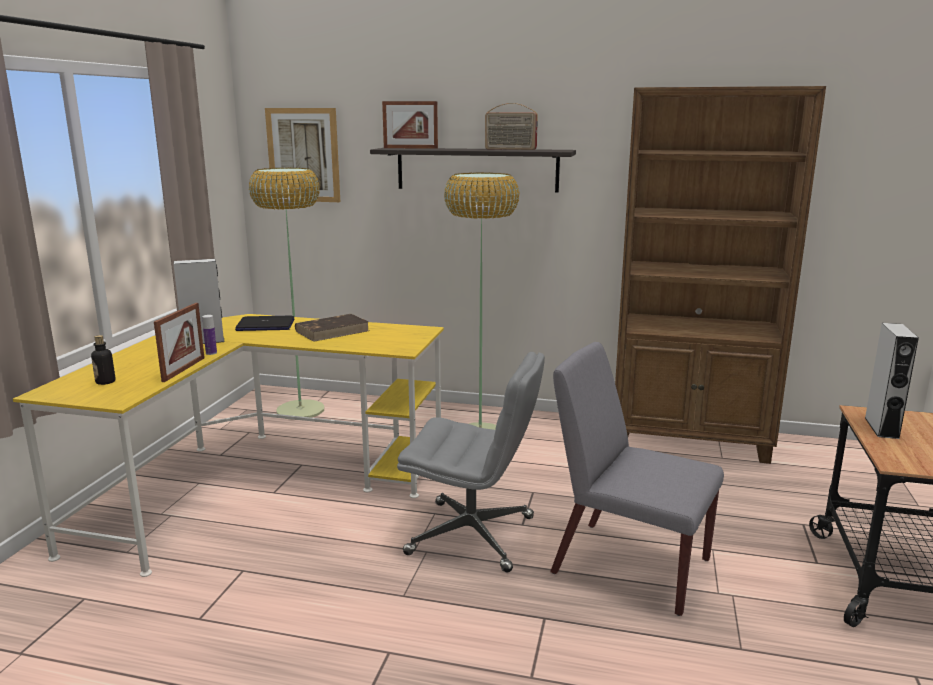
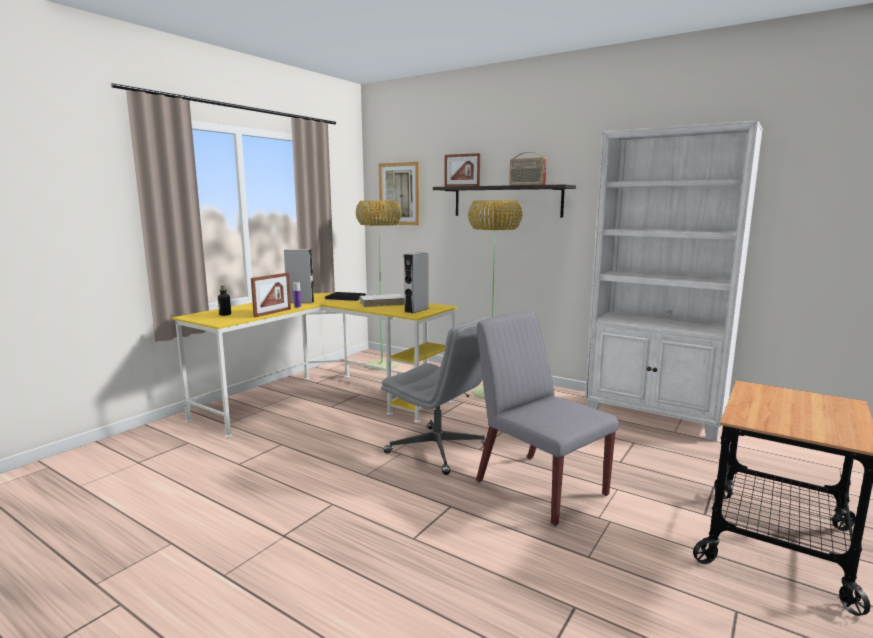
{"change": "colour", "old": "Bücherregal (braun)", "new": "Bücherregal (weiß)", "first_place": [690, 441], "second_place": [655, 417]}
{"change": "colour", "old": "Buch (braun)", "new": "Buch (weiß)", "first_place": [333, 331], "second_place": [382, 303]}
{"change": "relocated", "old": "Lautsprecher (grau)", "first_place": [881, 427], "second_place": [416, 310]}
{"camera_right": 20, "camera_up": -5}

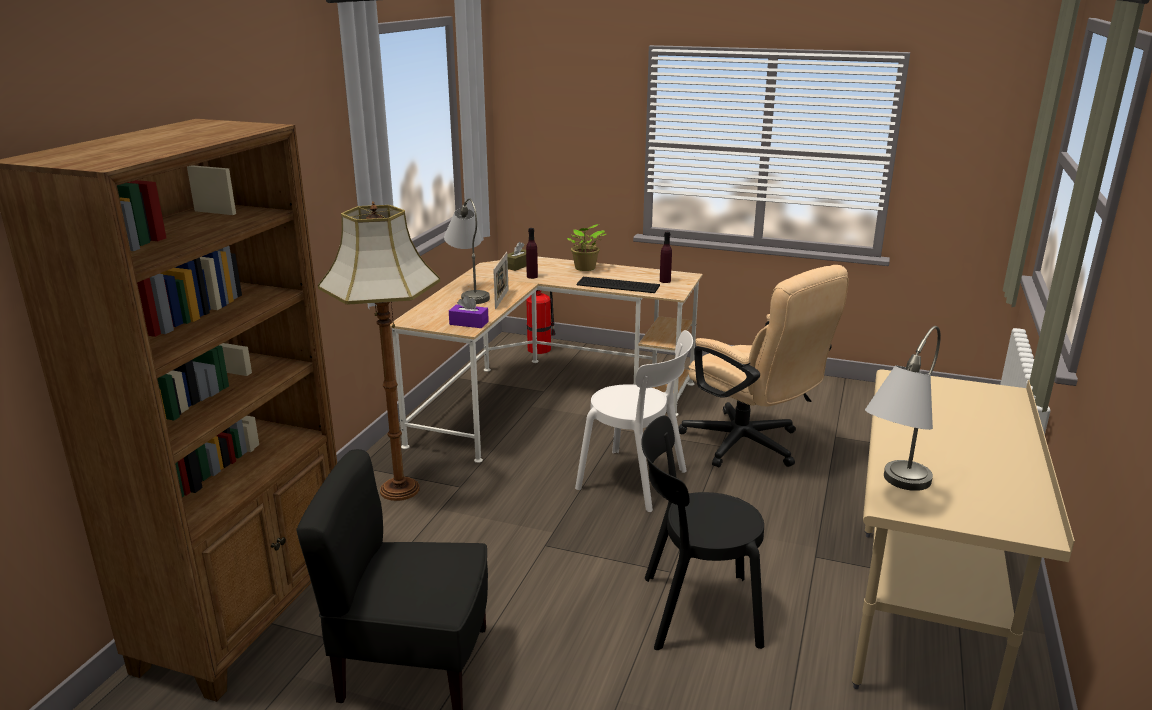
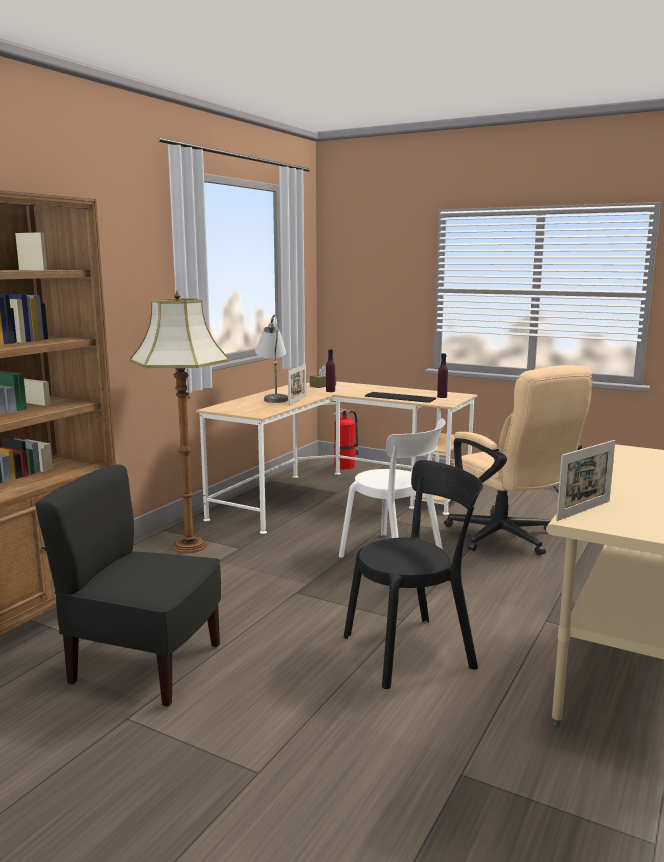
{"change": "missing", "old": "Topfpflanze", "first_place": [585, 268]}
{"change": "missing", "old": "Taschentuchbox (lila)", "first_place": [469, 323]}
{"change": "exchanged", "old": "Tischlampe (grau)", "new": "Bilderrahmen", "first_place": [893, 490], "second_place": [583, 510]}
{"change": "spun", "old": "Stuhl (schwarz)", "first_place": [693, 610], "second_place": [414, 650], "degrees": 150}
{"camera_right": 10, "camera_up": -10}

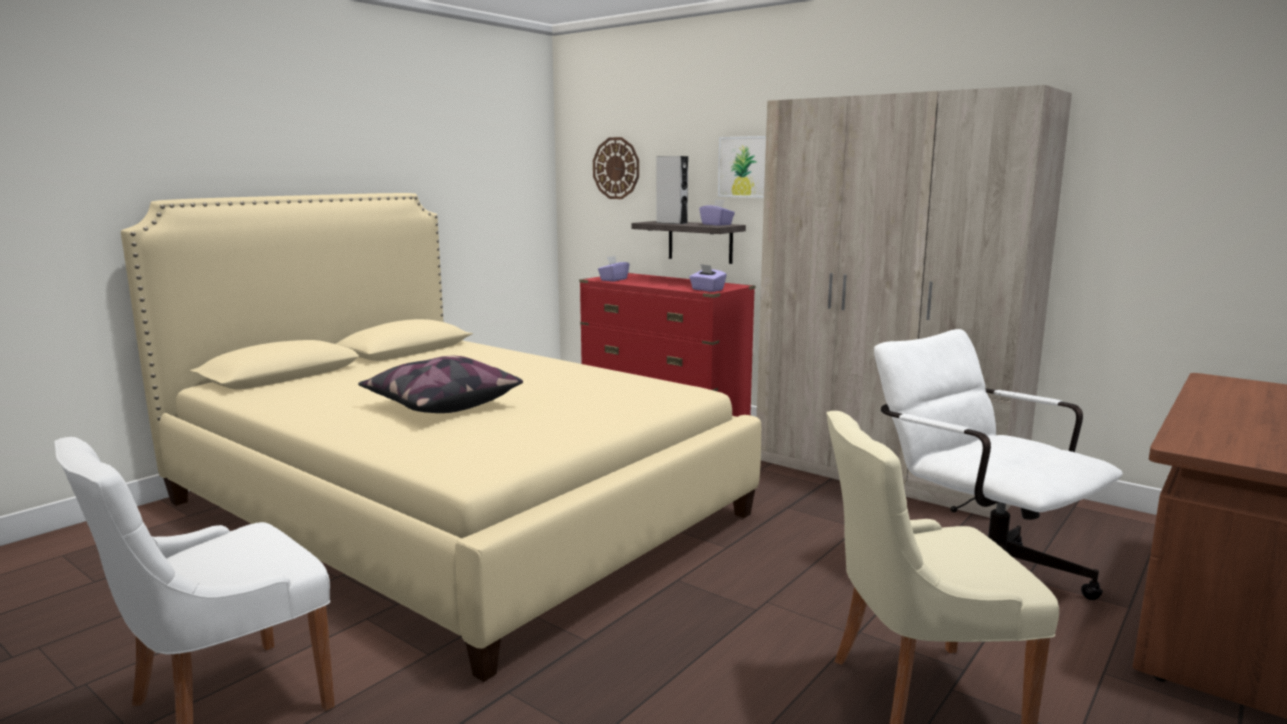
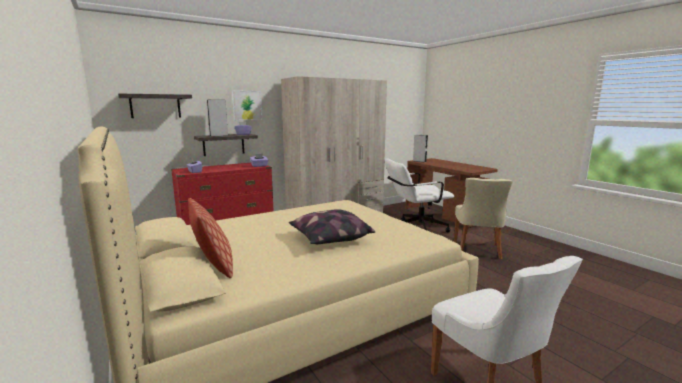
{"change": "exchanged", "old": "Wanduhr", "new": "Wandregal", "first_place": [616, 168], "second_place": [155, 106]}
{"change": "appeared", "new": "Lautsprecher (grau)", "second_place": [419, 161]}
{"change": "appeared", "new": "Kissen", "second_place": [213, 267]}
{"camera_right": -70, "camera_up": 0}

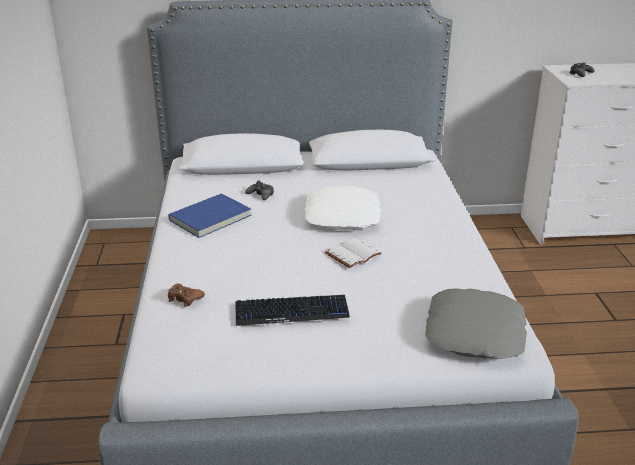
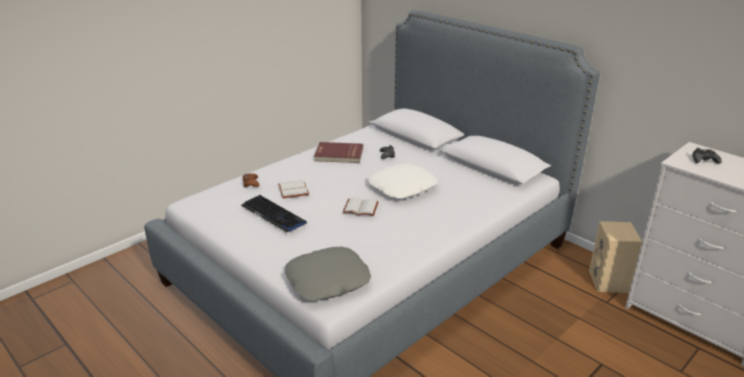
{"change": "colour", "old": "Buch (blau)", "new": "Buch (rot)", "first_place": [211, 218], "second_place": [339, 155]}
{"change": "appeared", "new": "Buch (weiß)", "second_place": [294, 190]}
{"change": "appeared", "new": "Lautsprecher (beige)", "second_place": [609, 282]}
{"camera_right": 50, "camera_up": 0}

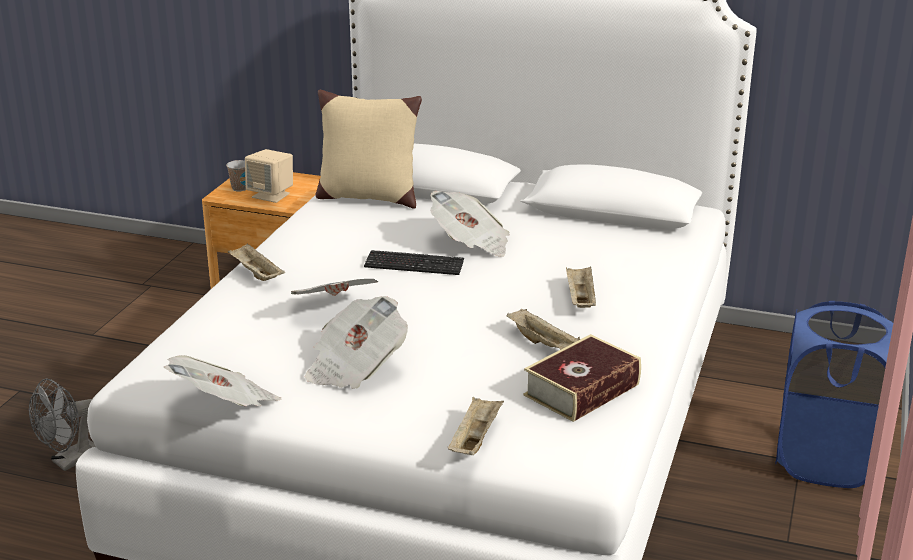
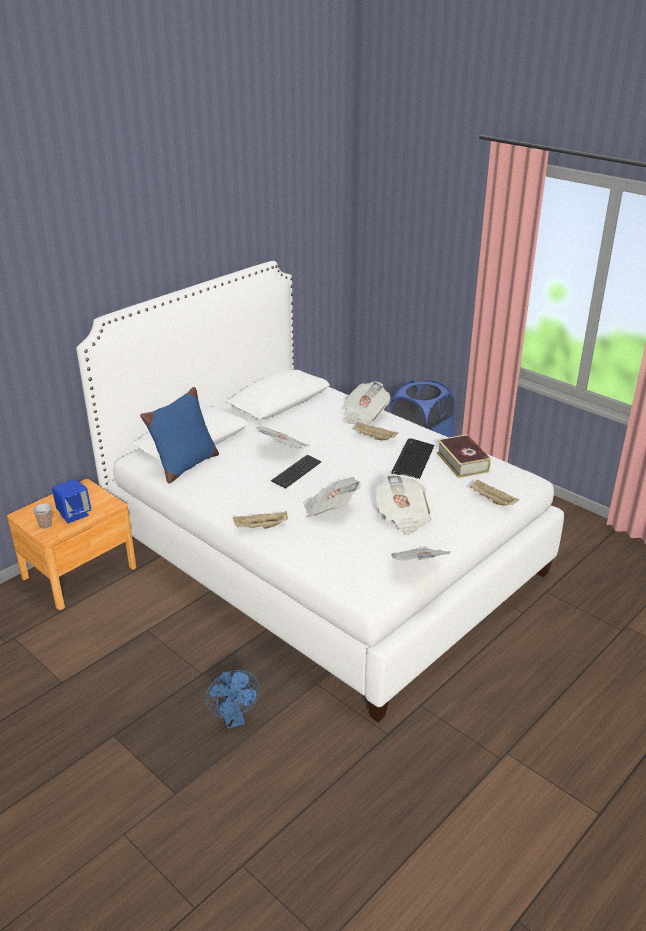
{"change": "colour", "old": "Kissen (beige)", "new": "Kissen (blau)", "first_place": [367, 197], "second_place": [185, 466]}
{"change": "colour", "old": "Lautsprecher (beige)", "new": "Lautsprecher (blau)", "first_place": [271, 195], "second_place": [74, 514]}
{"change": "exchanged", "old": "Tablett (beige)", "new": "Tastatur", "first_place": [543, 343], "second_place": [412, 459]}
{"change": "colour", "old": "Ventilator (grau)", "new": "Ventilator (blau)", "first_place": [70, 461], "second_place": [234, 719]}
{"change": "appeared", "new": "Zeitung", "second_place": [364, 415]}
{"camera_right": -65, "camera_up": 5}

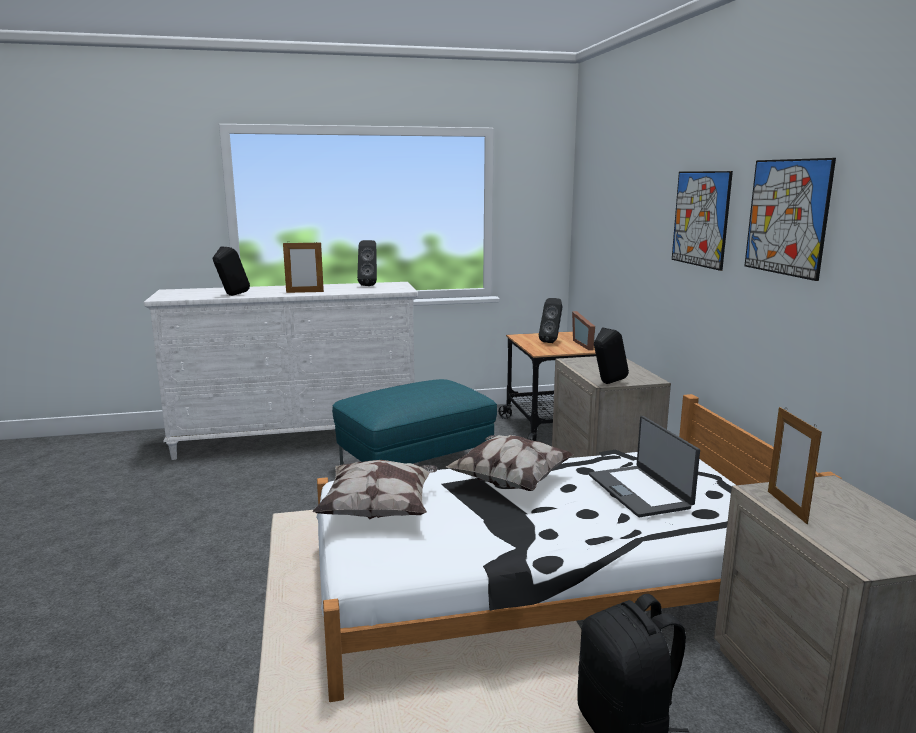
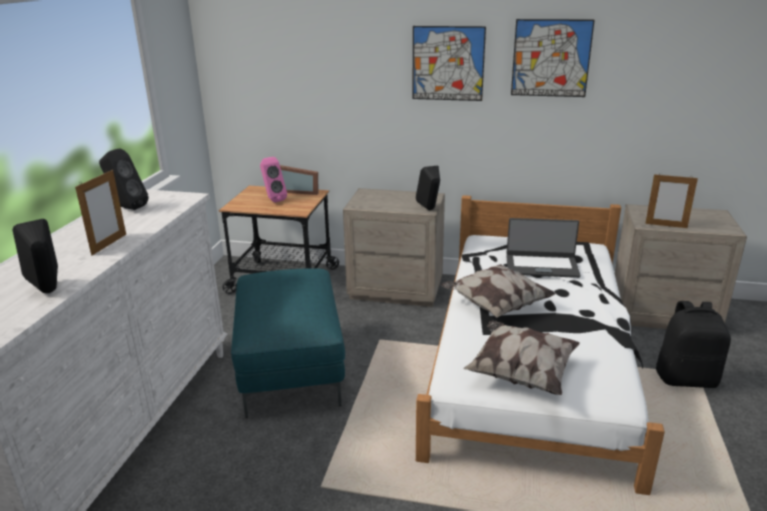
{"change": "colour", "old": "Lautsprecher (schwarz)", "new": "Lautsprecher (rosa)", "first_place": [552, 342], "second_place": [273, 200]}
{"camera_right": -65, "camera_up": 10}

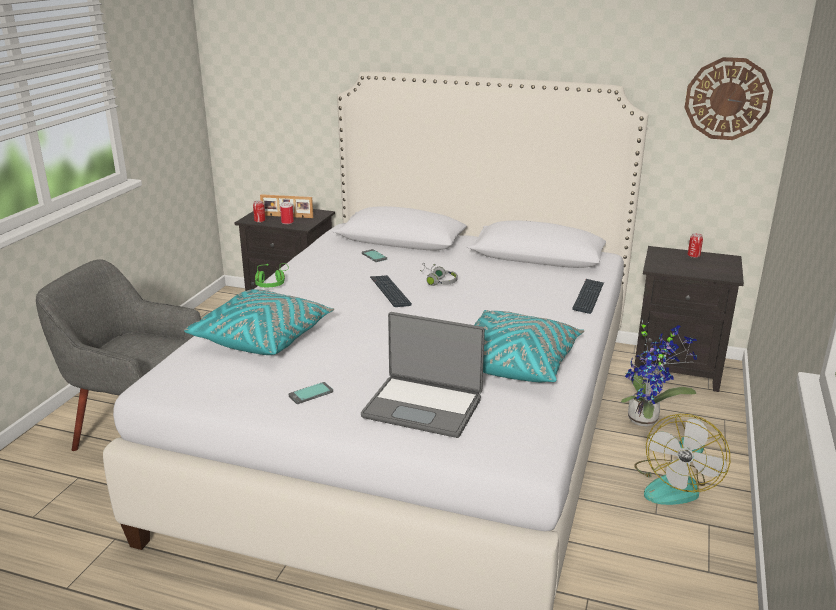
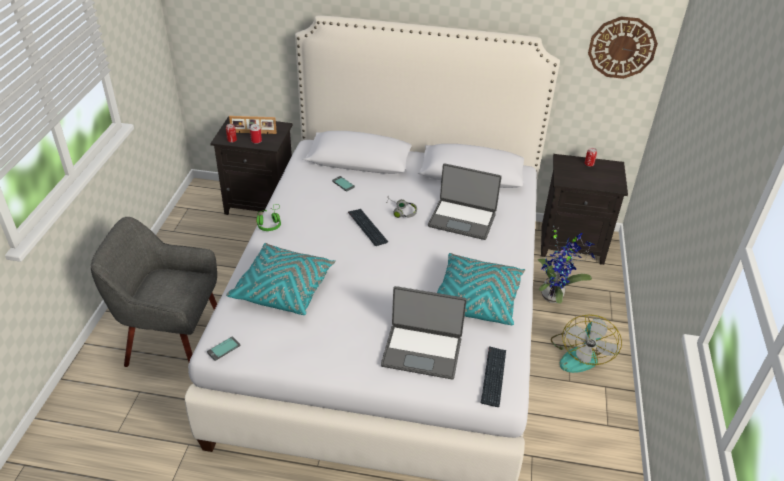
{"change": "relocated", "old": "Tastatur", "first_place": [588, 297], "second_place": [493, 376]}
{"change": "relocated", "old": "Handy", "first_place": [311, 394], "second_place": [224, 349]}
{"change": "appeared", "new": "Laptop", "second_place": [462, 219]}
{"camera_right": -10, "camera_up": 15}

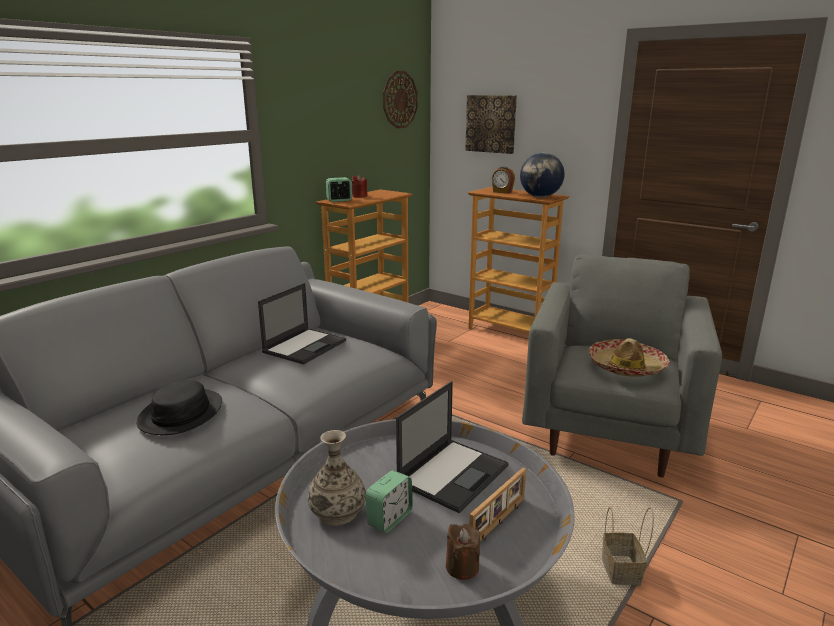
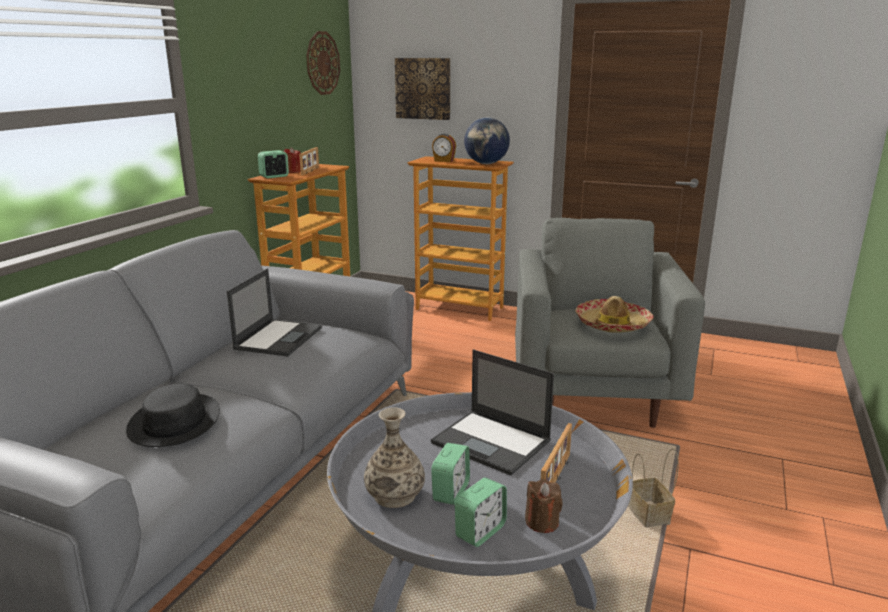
{"change": "spun", "old": "Laptop", "first_place": [453, 473], "second_place": [492, 442], "degrees": 105}
{"change": "appeared", "new": "Bilderrahmen", "second_place": [311, 171]}
{"change": "appeared", "new": "Wecker", "second_place": [480, 531]}
{"camera_right": -15, "camera_up": 0}

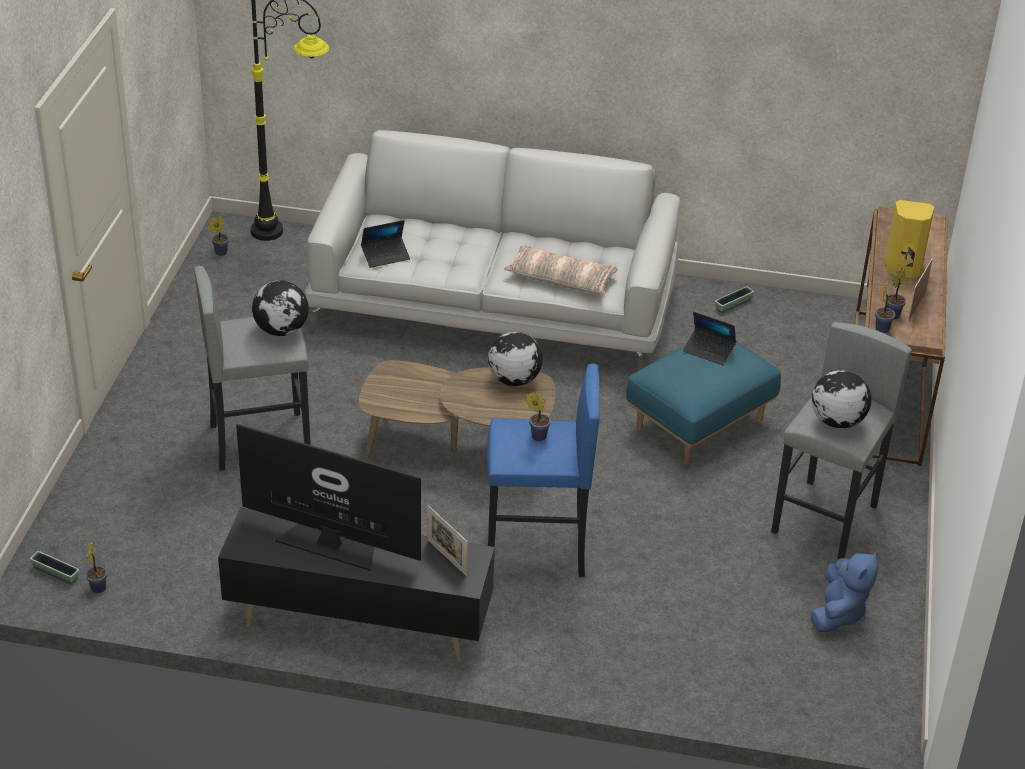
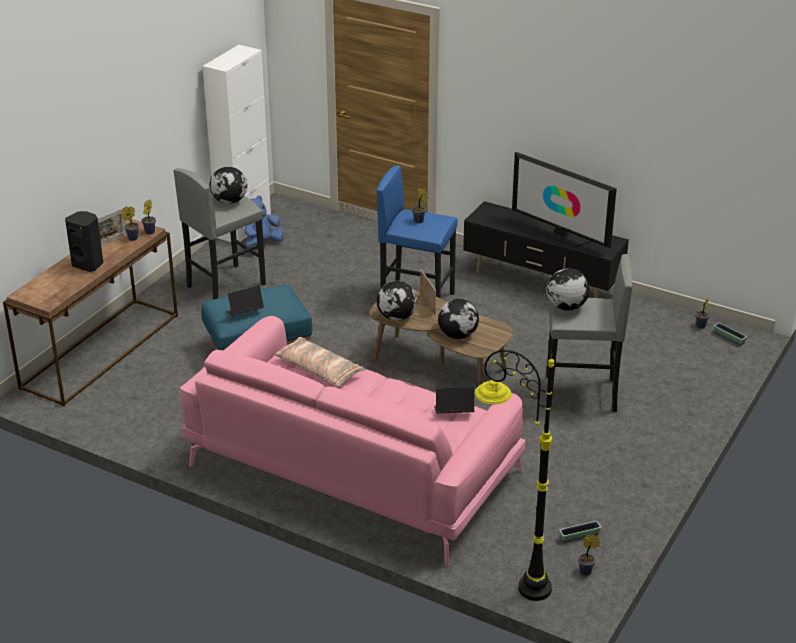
{"change": "colour", "old": "Sofa (weiß)", "new": "Sofa (rosa)", "first_place": [495, 305], "second_place": [352, 468]}
{"change": "colour", "old": "Lautsprecher (gelb)", "new": "Lautsprecher (schwarz)", "first_place": [903, 269], "second_place": [88, 264]}
{"change": "relocated", "old": "Pflanzkübel", "first_place": [733, 305], "second_place": [579, 536]}
{"change": "spun", "old": "Laptop", "first_place": [709, 351], "second_place": [244, 313], "degrees": -75}
{"change": "relocated", "old": "Bilderrahmen", "first_place": [446, 557], "second_place": [427, 305]}
{"change": "appeared", "new": "Schrank (weiß)", "second_place": [244, 228]}
{"change": "appeared", "new": "Globus", "second_place": [458, 335]}
{"camera_right": -160, "camera_up": -5}

